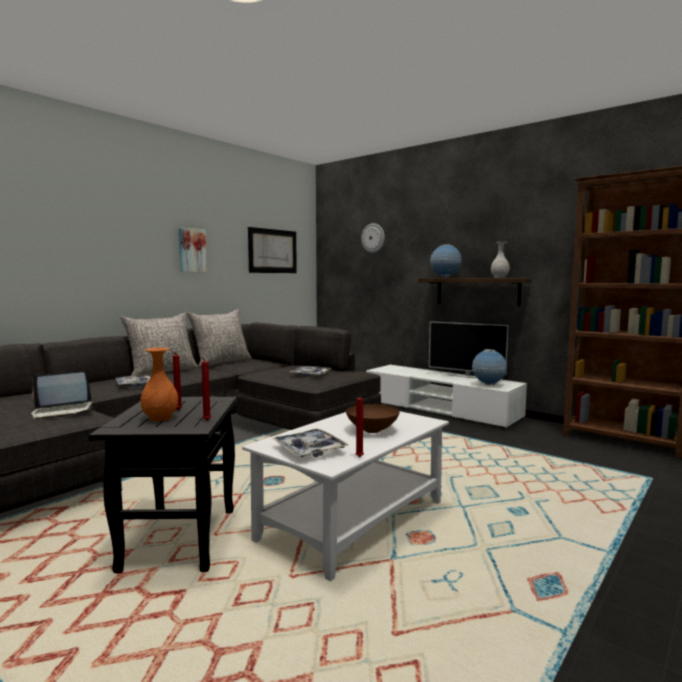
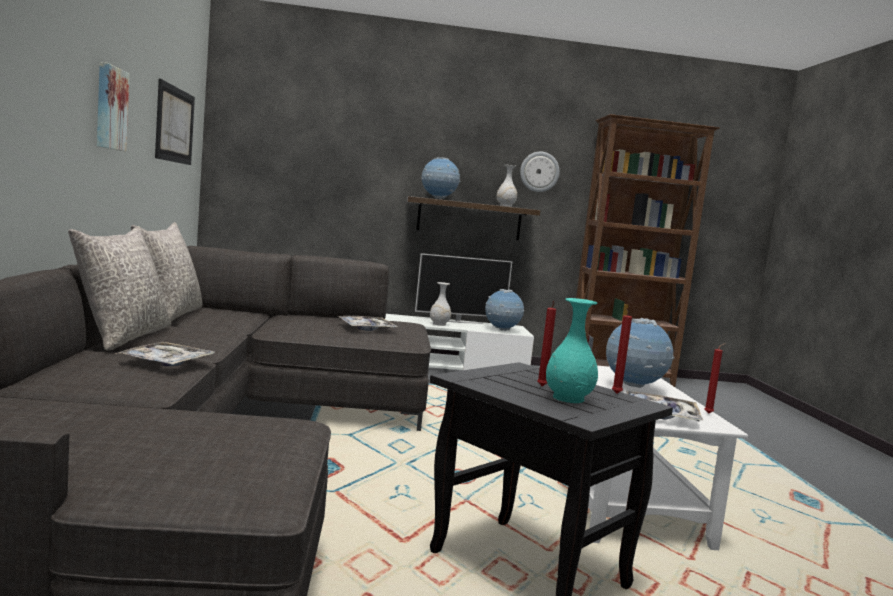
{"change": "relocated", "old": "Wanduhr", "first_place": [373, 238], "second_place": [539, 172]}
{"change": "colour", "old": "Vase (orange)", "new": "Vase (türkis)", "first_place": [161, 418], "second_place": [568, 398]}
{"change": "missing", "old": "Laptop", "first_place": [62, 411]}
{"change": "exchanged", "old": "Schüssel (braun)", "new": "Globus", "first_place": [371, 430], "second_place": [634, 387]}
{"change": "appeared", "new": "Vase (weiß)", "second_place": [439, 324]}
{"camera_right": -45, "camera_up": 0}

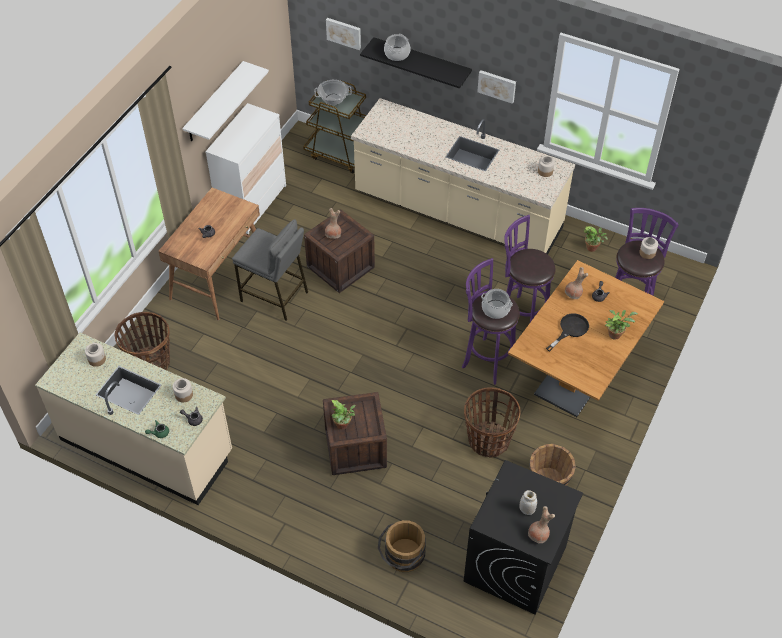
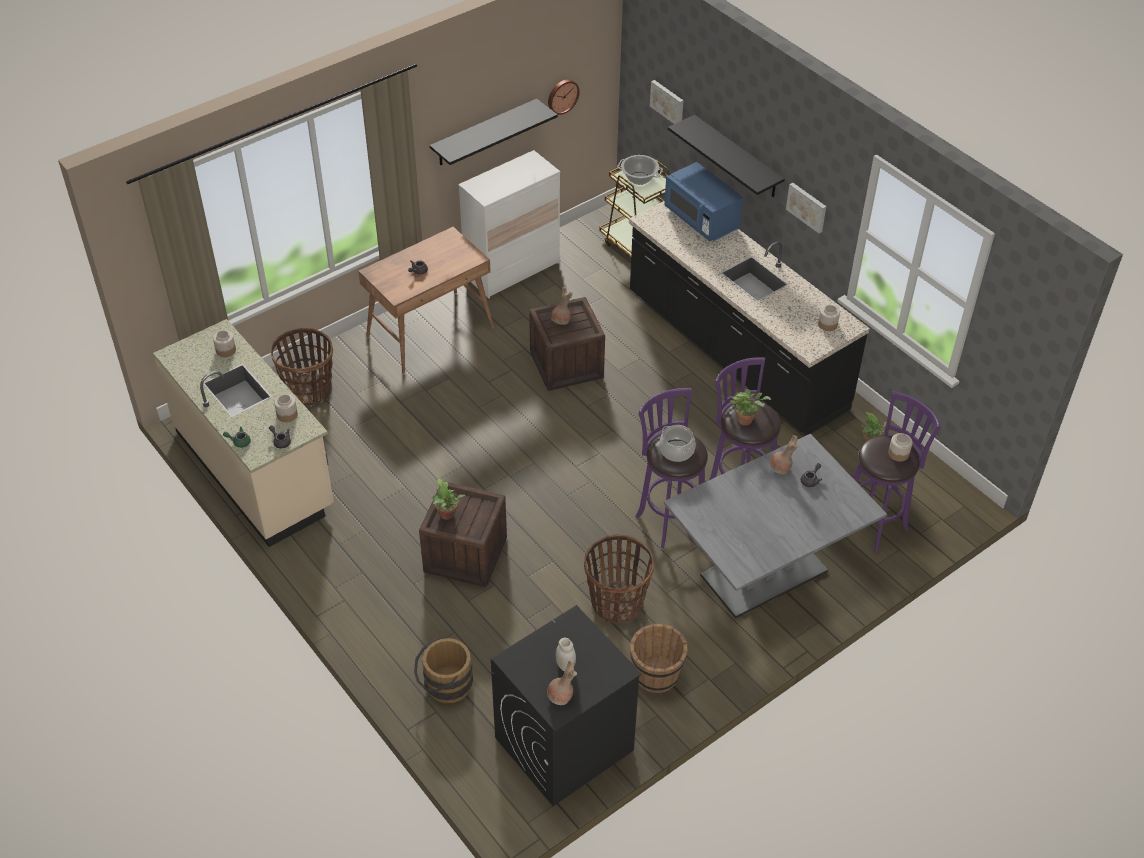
{"change": "missing", "old": "Kochtopf", "first_place": [397, 54]}
{"change": "colour", "old": "Wandregal (weiß)", "new": "Wandregal (schwarz)", "first_place": [214, 103], "second_place": [484, 133]}
{"change": "colour", "old": "Küchenzeile (beige)", "new": "Küchenzeile (schwarz)", "first_place": [457, 212], "second_place": [734, 352]}
{"change": "missing", "old": "Hocker (grau)", "first_place": [274, 296]}
{"change": "colour", "old": "Esstisch (braun)", "new": "Esstisch (grau)", "first_place": [576, 375], "second_place": [764, 573]}
{"change": "relocated", "old": "Topfpflanze", "first_place": [615, 334], "second_place": [747, 420]}
{"change": "missing", "old": "Pfanne (schwarz)", "first_place": [570, 330]}
{"change": "appeared", "new": "Wanduhr", "second_place": [562, 96]}
{"change": "appeared", "new": "Mikrowelle (blau)", "second_place": [701, 219]}
{"camera_right": 25, "camera_up": -5}

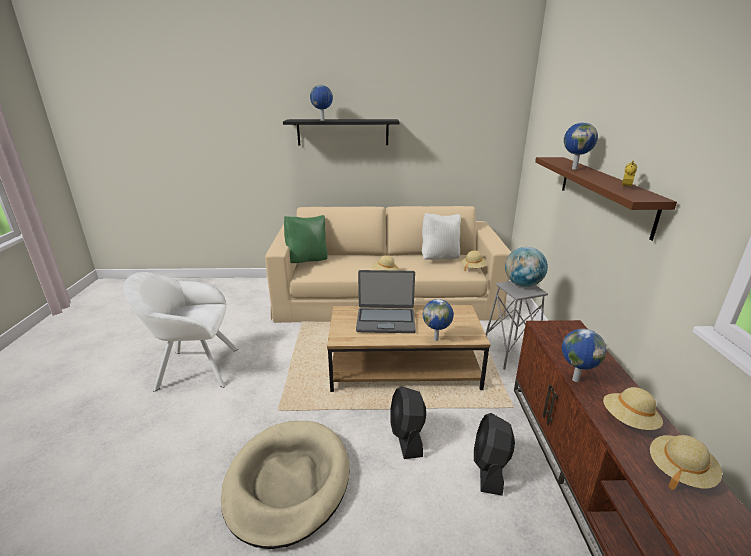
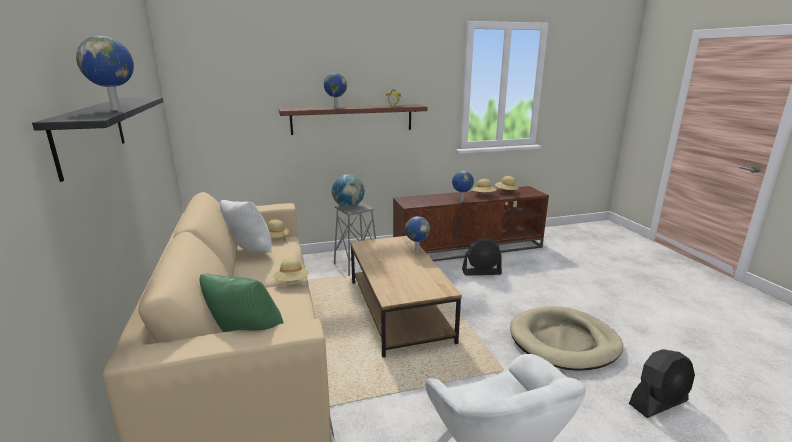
{"change": "missing", "old": "Laptop", "first_place": [385, 321]}
{"change": "relocated", "old": "Ventilator (schwarz)", "first_place": [407, 436], "second_place": [658, 403]}
{"camera_right": -105, "camera_up": -5}

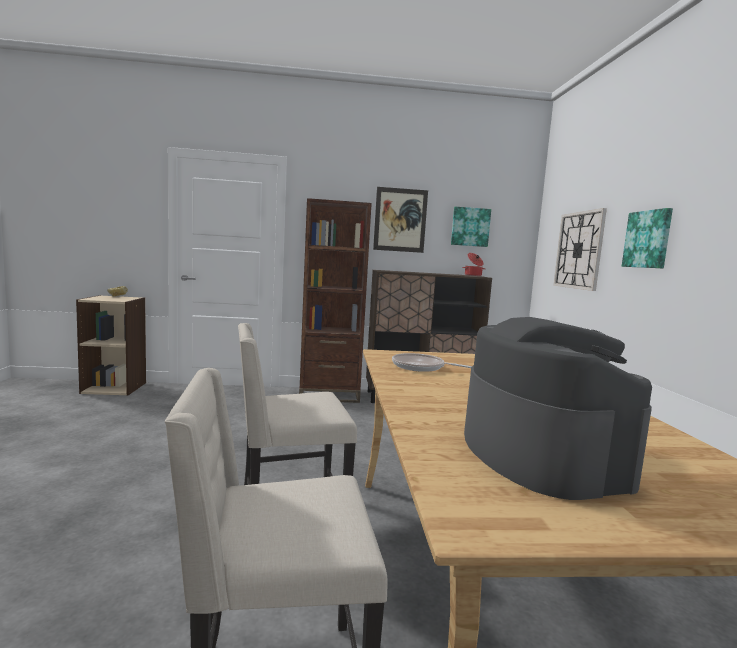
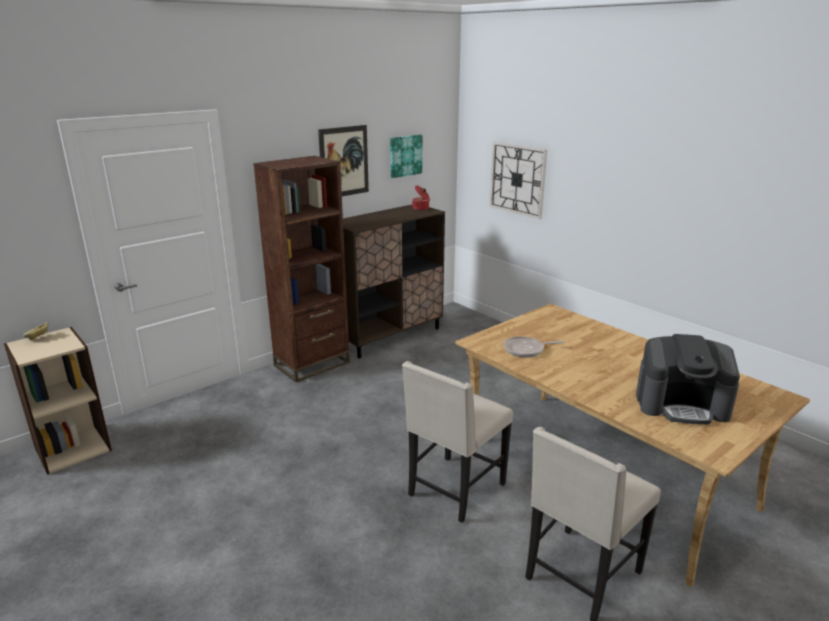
{"change": "missing", "old": "Bild", "first_place": [648, 239]}
{"change": "spun", "old": "Kaffeemaschine", "first_place": [539, 454], "second_place": [681, 404], "degrees": 150}
{"camera_right": -35, "camera_up": 15}

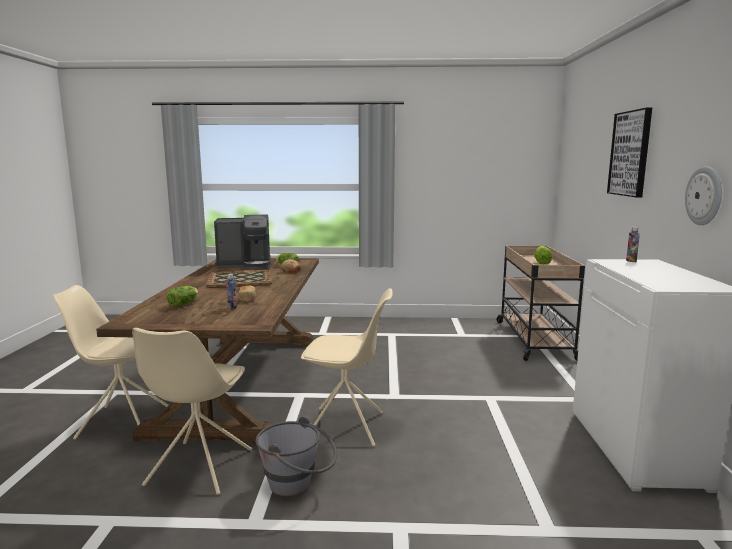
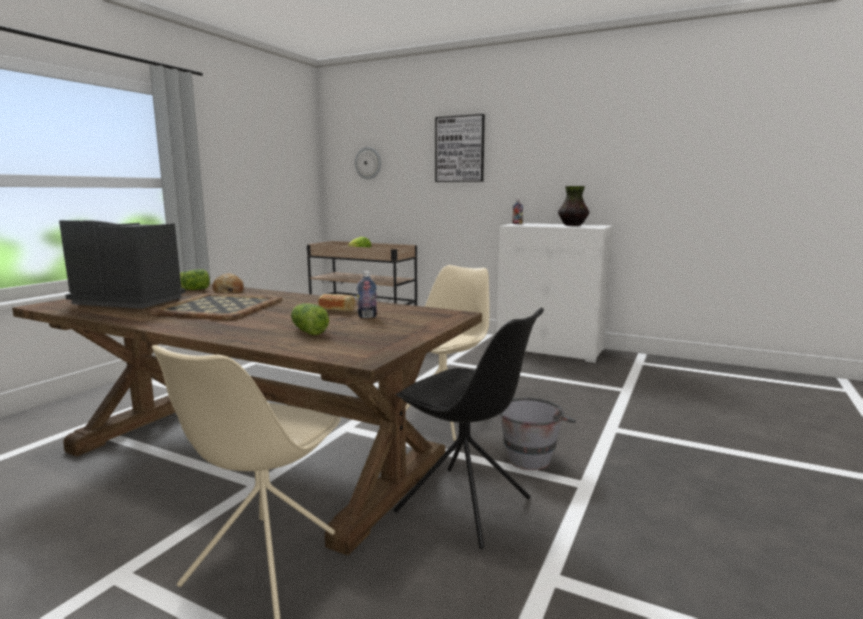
{"change": "relocated", "old": "Wanduhr", "first_place": [704, 196], "second_place": [368, 163]}
{"change": "spun", "old": "Kaffeemaschine", "first_place": [246, 265], "second_place": [129, 301], "degrees": -90}
{"change": "colour", "old": "Stuhl (beige)", "new": "Stuhl (schwarz)", "first_place": [198, 468], "second_place": [465, 506]}
{"change": "appeared", "new": "Vase", "second_place": [572, 225]}
{"camera_right": -65, "camera_up": 0}

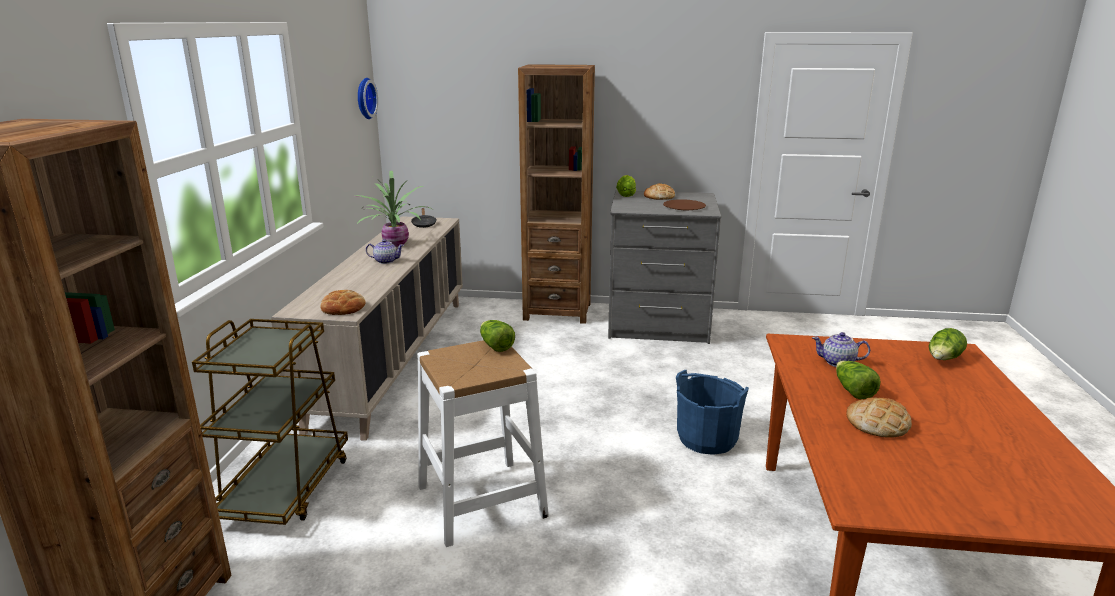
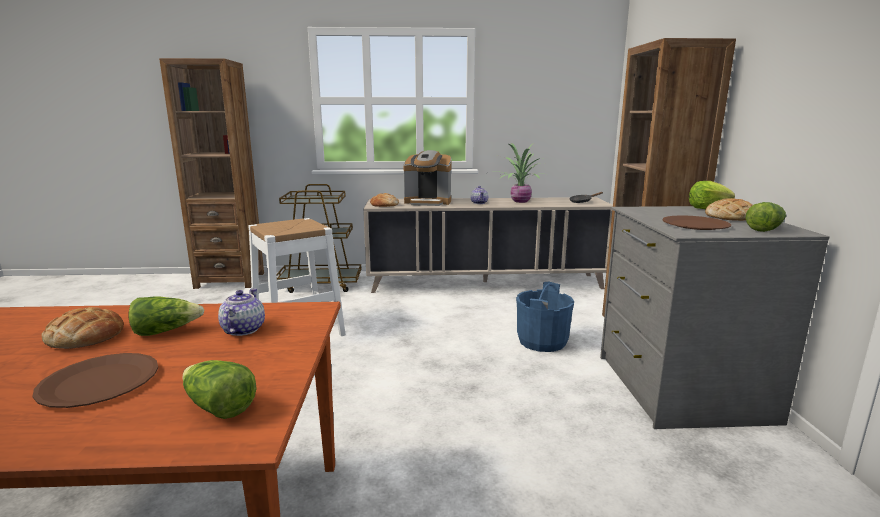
{"change": "missing", "old": "Wanduhr", "first_place": [364, 98]}
{"change": "relocated", "old": "Salatkopf", "first_place": [495, 346], "second_place": [764, 229]}
{"change": "relocated", "old": "Eimer (blau)", "first_place": [707, 439], "second_place": [542, 341]}
{"change": "appeared", "new": "Kaffeemaschine", "second_place": [428, 202]}
{"change": "appeared", "new": "Teller (braun)", "second_place": [100, 382]}
{"camera_right": 80, "camera_up": -5}

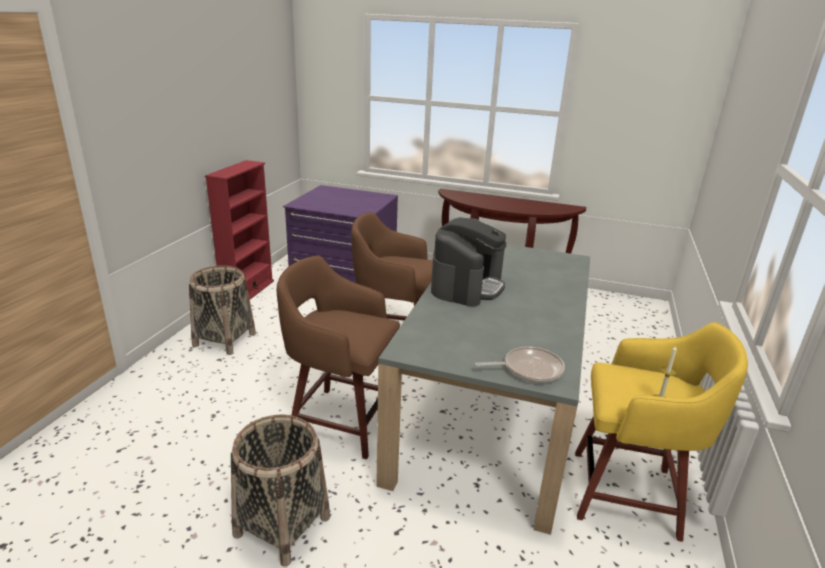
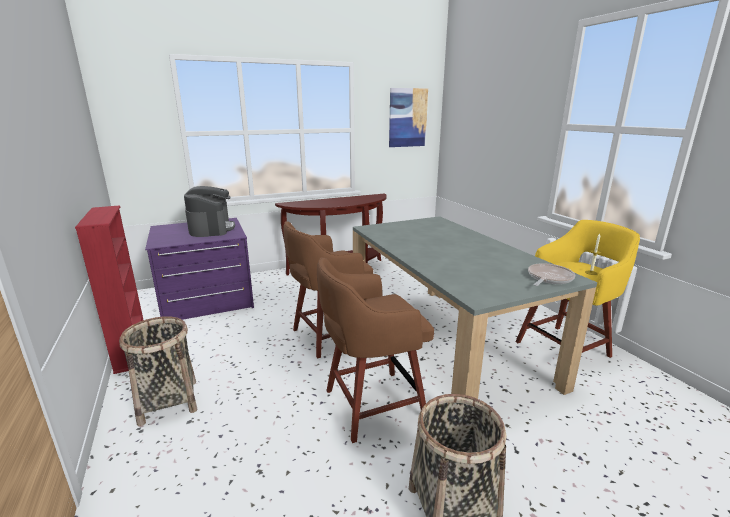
{"change": "relocated", "old": "Kaffeemaschine", "first_place": [467, 286], "second_place": [211, 229]}
{"change": "appeared", "new": "Bild", "second_place": [407, 118]}
{"camera_right": -40, "camera_up": -5}

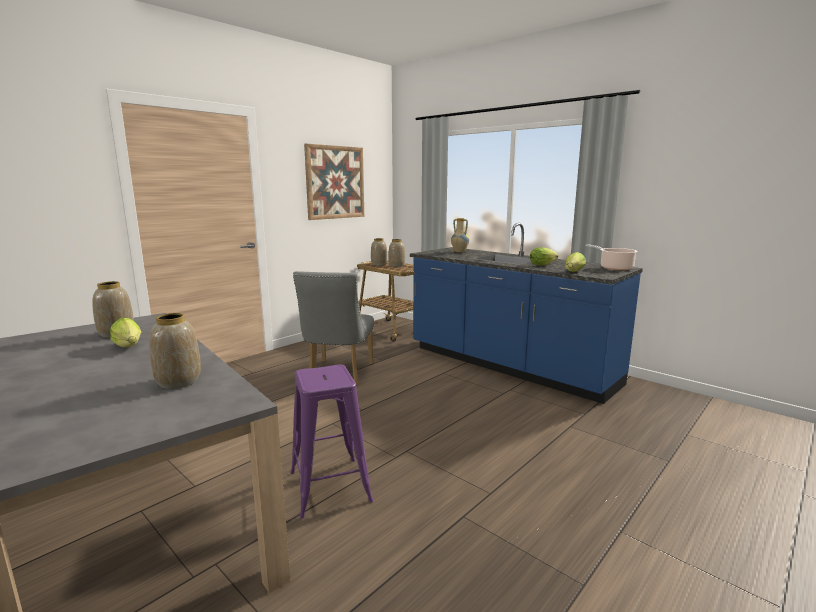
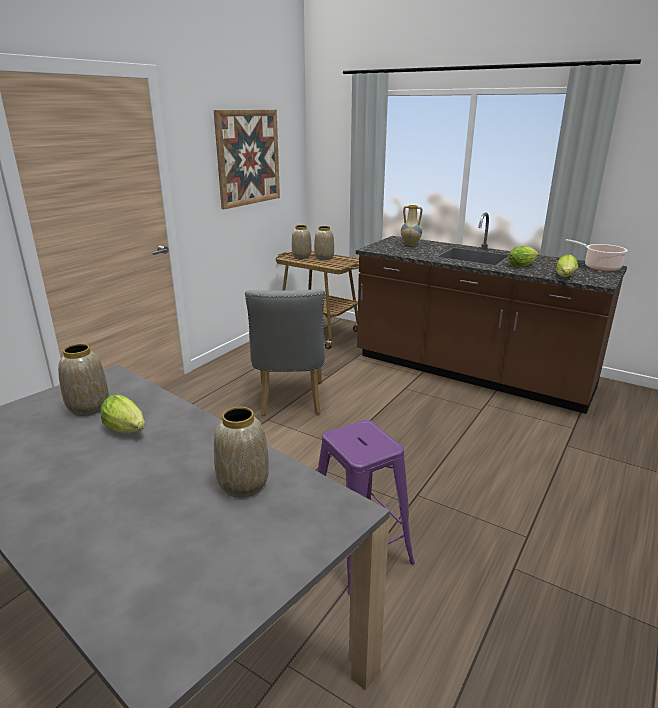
{"change": "colour", "old": "Küchenzeile (blau)", "new": "Küchenzeile (braun)", "first_place": [509, 366], "second_place": [470, 373]}
{"camera_right": -10, "camera_up": 10}

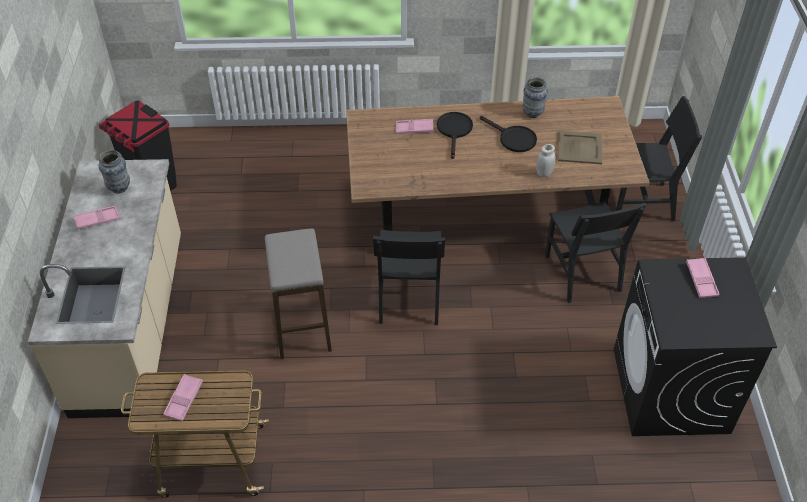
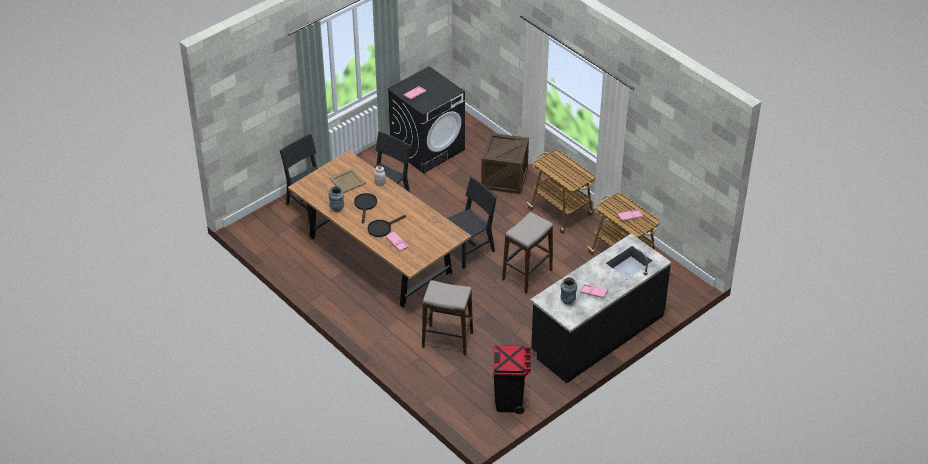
{"change": "colour", "old": "Küchenzeile (beige)", "new": "Küchenzeile (schwarz)", "first_place": [132, 324], "second_place": [597, 334]}
{"change": "appeared", "new": "Kiste", "second_place": [504, 178]}
{"change": "appeared", "new": "Rollwagen", "second_place": [561, 213]}
{"change": "appeared", "new": "Hocker", "second_place": [447, 340]}
{"camera_right": -130, "camera_up": -5}

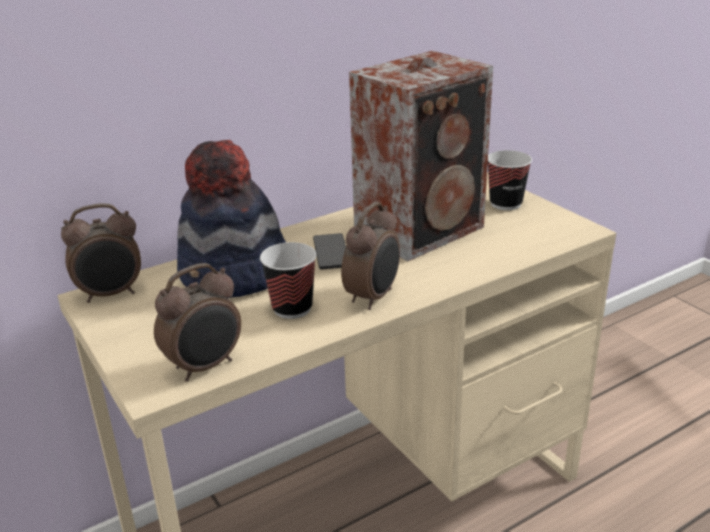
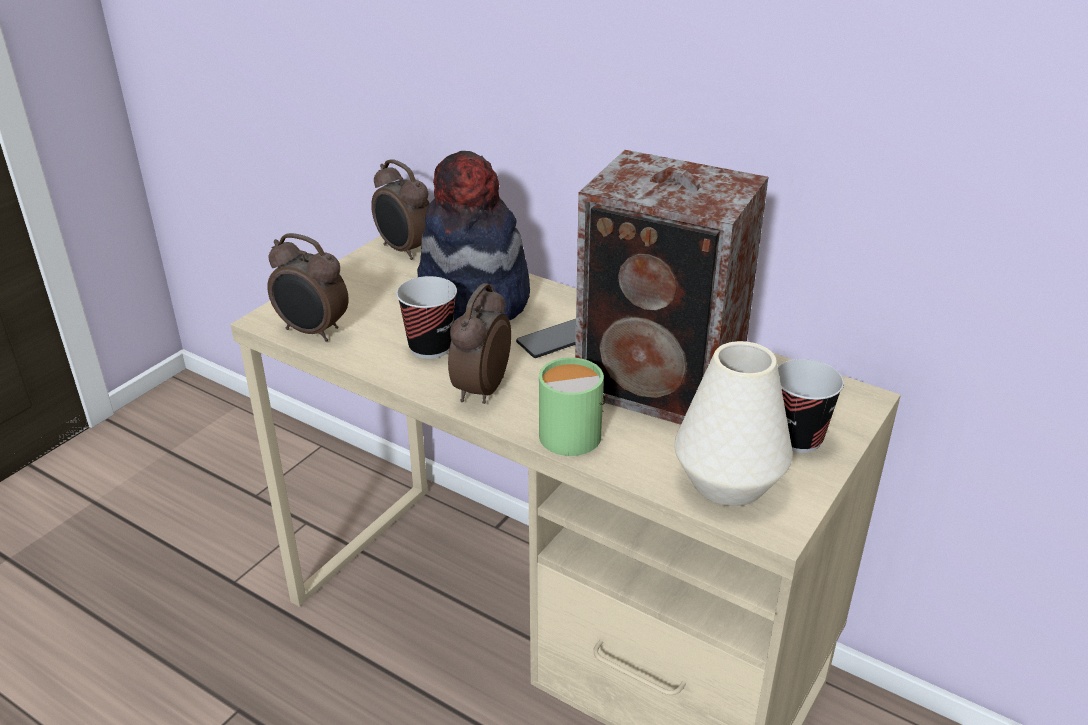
{"change": "spun", "old": "Wecker", "first_place": [373, 297], "second_place": [480, 390], "degrees": 105}
{"change": "appeared", "new": "Vase (weiß)", "second_place": [728, 482]}
{"change": "appeared", "new": "Henkelbecher (grün)", "second_place": [569, 431]}
{"camera_right": 65, "camera_up": 5}

